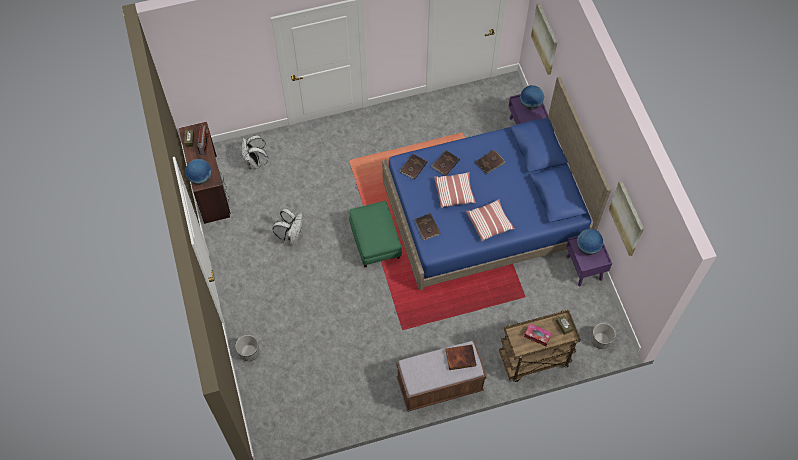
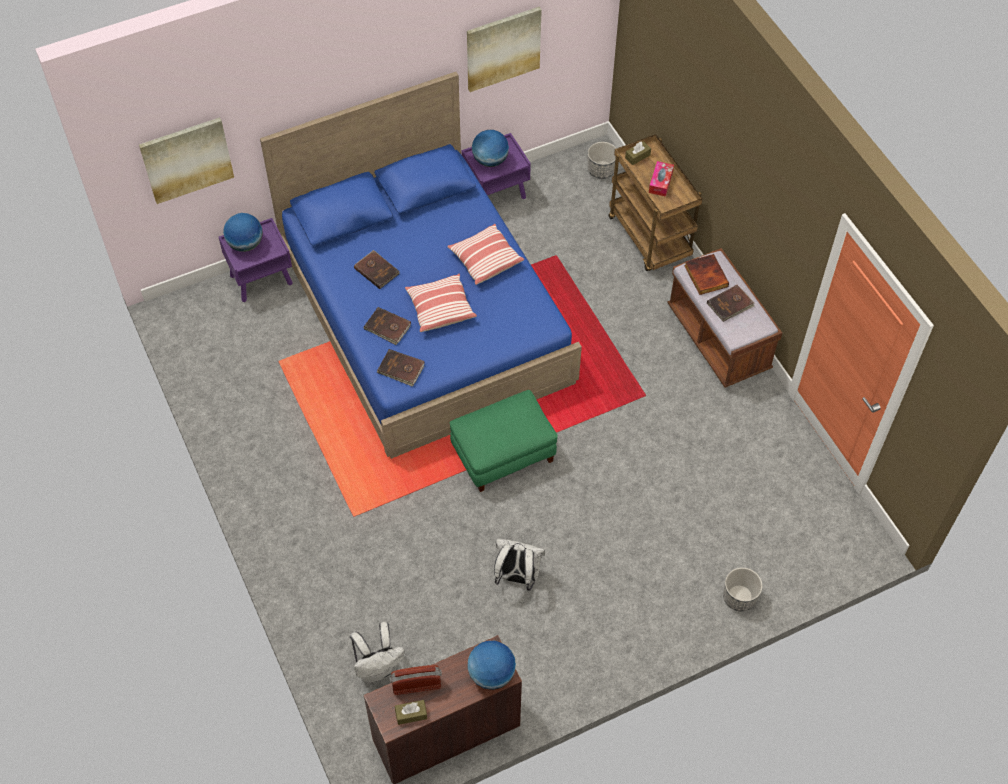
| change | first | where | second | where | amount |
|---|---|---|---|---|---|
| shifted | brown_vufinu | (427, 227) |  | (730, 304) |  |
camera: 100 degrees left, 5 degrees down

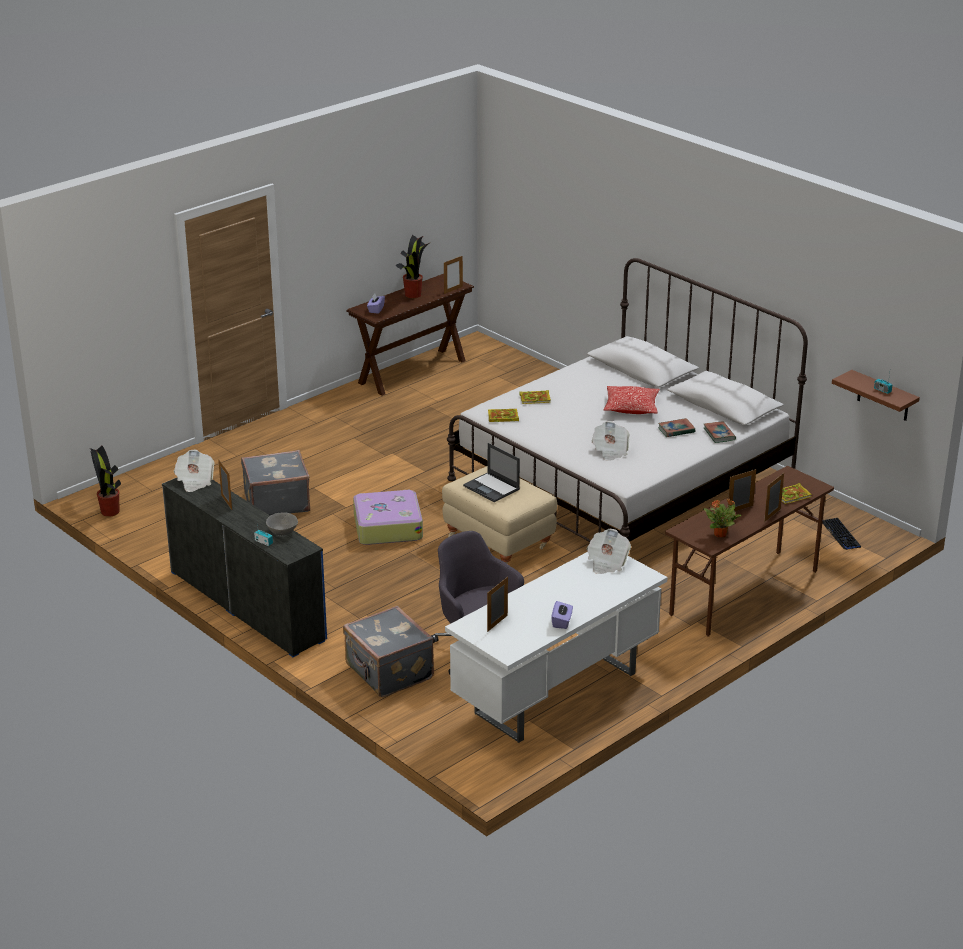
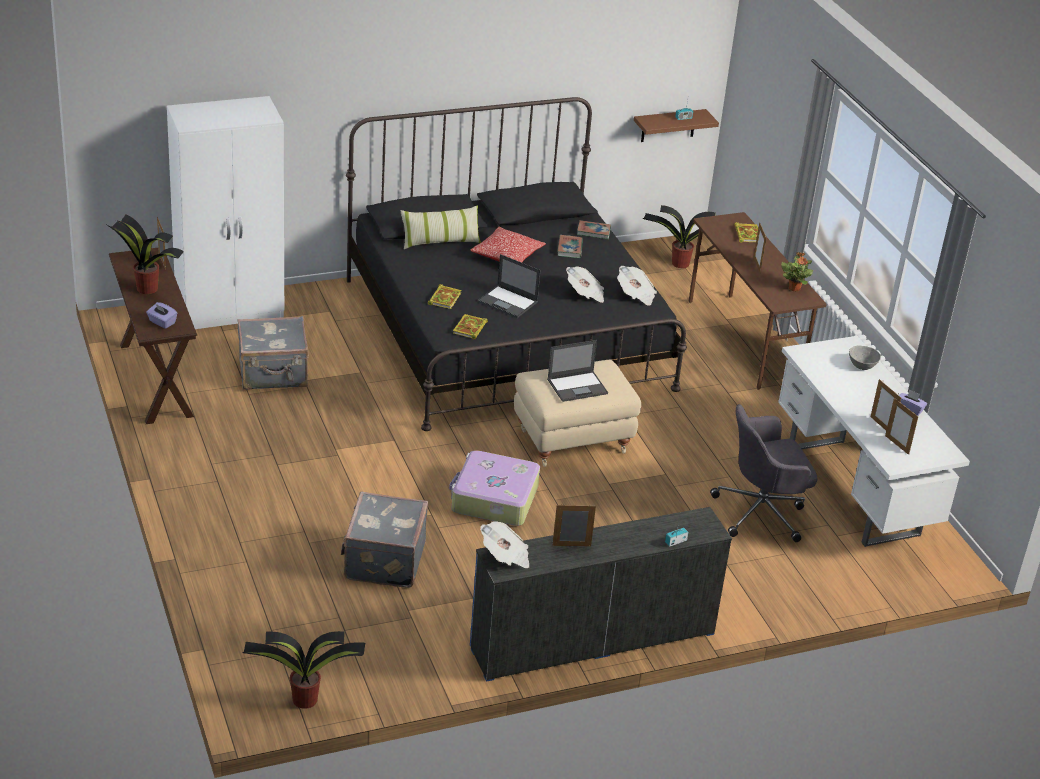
| change | first | where | second | where | amount |
|---|---|---|---|---|---|
| repainted | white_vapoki | (621, 480) | black_vapoki | (506, 333) |  |
| shifted | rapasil | (772, 515) |  | (881, 426) |  |
| shifted | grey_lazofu | (282, 532) |  | (862, 365) |  |
| swapped | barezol | (841, 534) | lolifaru | (679, 263) |  |
| shifted | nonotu | (607, 562) |  | (636, 295) |  |
| shifted | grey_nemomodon | (388, 672) |  | (273, 374) |  |
| new |  |  | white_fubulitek | (231, 311) |  |
| new |  |  | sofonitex | (440, 242) |  |
| new |  |  | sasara | (508, 302) |  |
camera: 70 degrees left, 5 degrees up

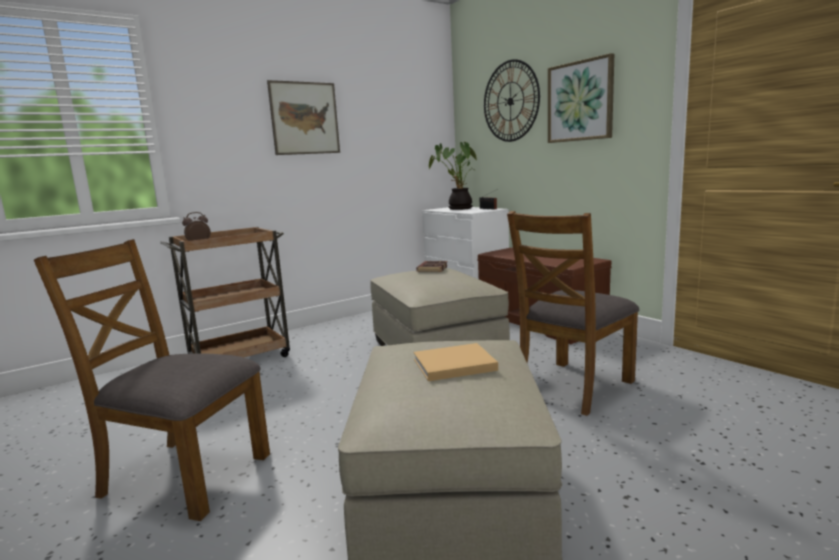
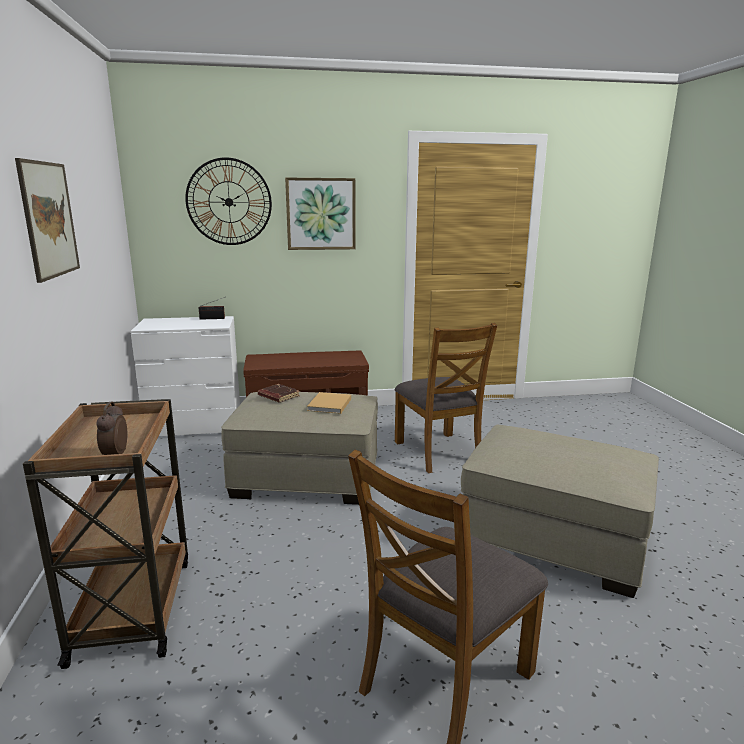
| change | first | where | second | where | amount |
|---|---|---|---|---|---|
| gone | lolifaru | (458, 208) |  |  |  |
| shifted | beige_vufinu | (452, 365) |  | (329, 405) |  |
camera: 65 degrees left, 5 degrees up

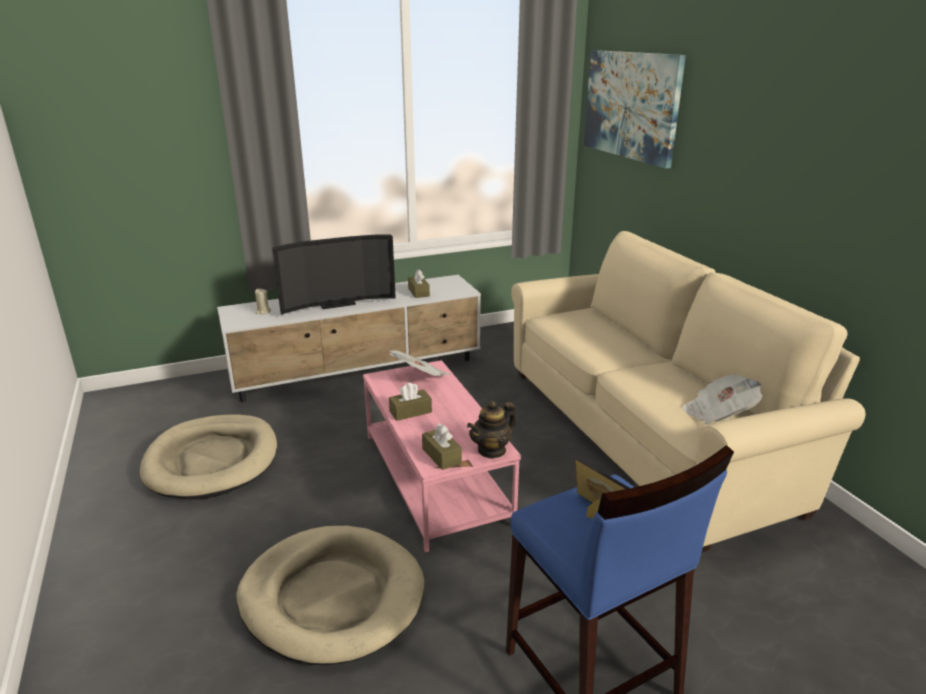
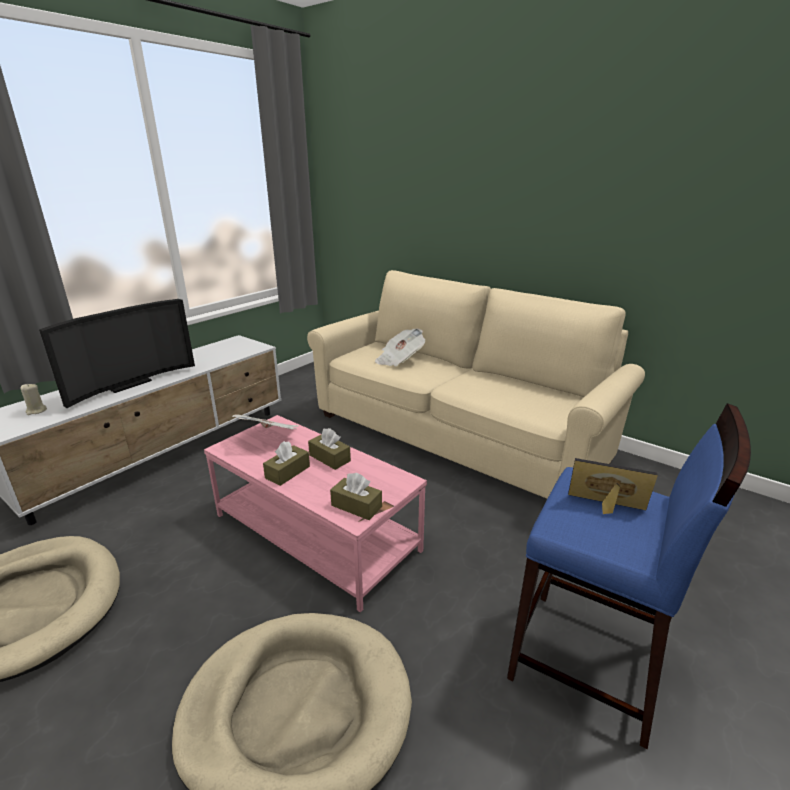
| change | first | where | second | where | amount |
|---|---|---|---|---|---|
| gone | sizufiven | (631, 105) |  |  |  |
| shifted | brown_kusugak | (418, 292) |  | (329, 458) |  |
| shifted | nonotu | (718, 413) |  | (399, 360) |  |
| gone | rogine | (492, 450) |  |  |  |
camera: 30 degrees left, 0 degrees up

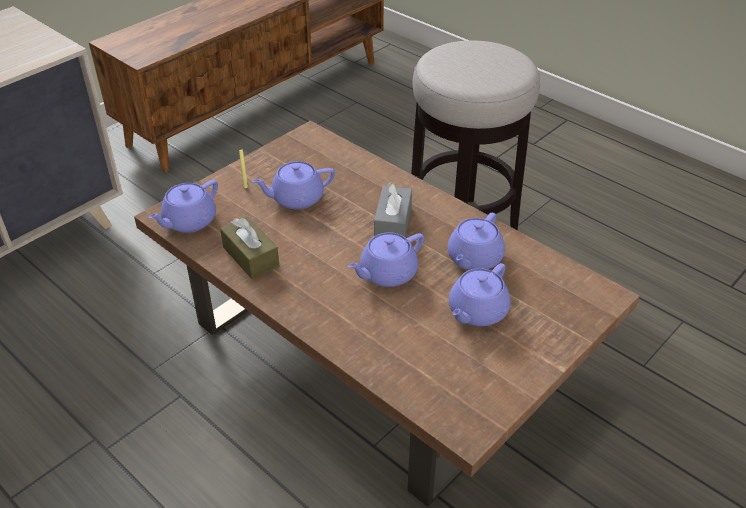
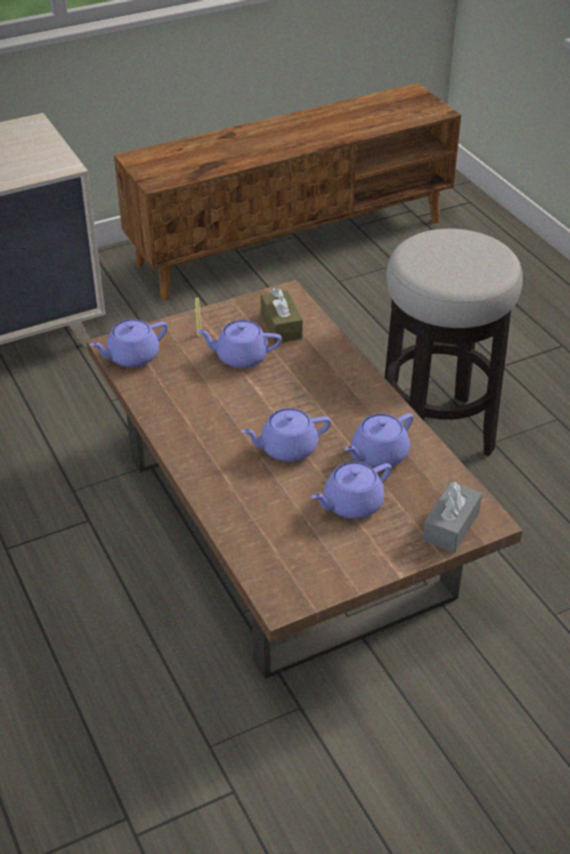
| change | first | where | second | where | amount |
|---|---|---|---|---|---|
| shifted | grey_kusugak | (393, 223) |  | (451, 526) |  |
| shifted | brown_kusugak | (251, 257) |  | (281, 326) |  |
camera: 20 degrees right, 0 degrees up

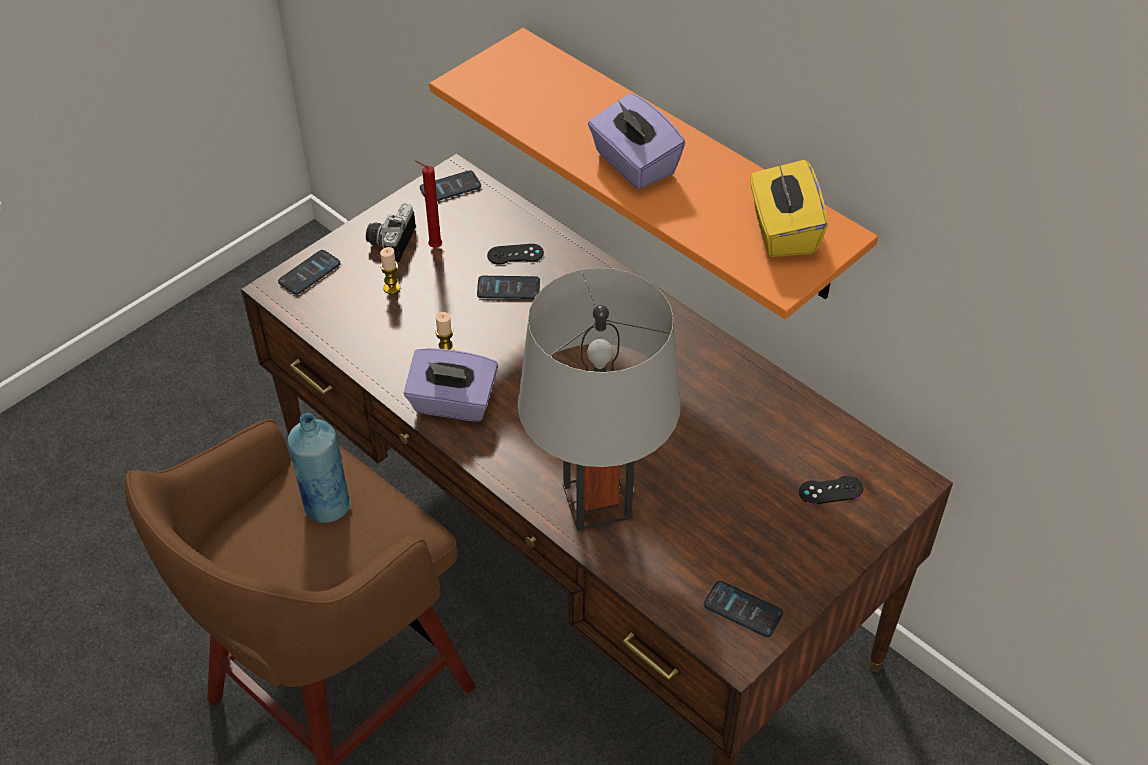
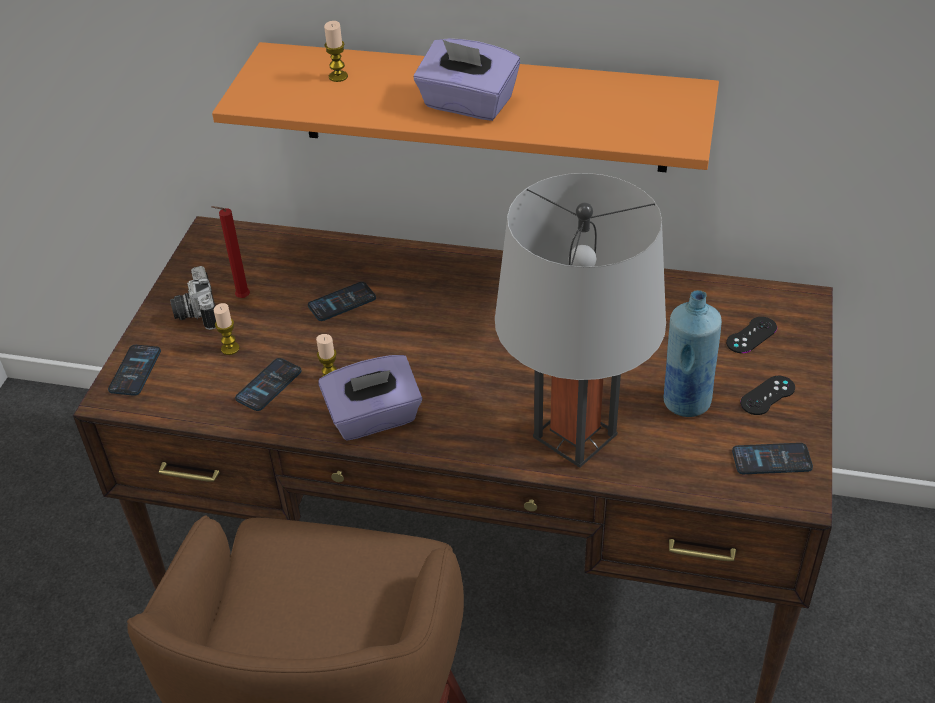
| change | first | where | second | where | amount |
|---|---|---|---|---|---|
| gone | yellow_kusugak | (782, 231) |  |  |  |
| shifted | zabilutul | (450, 188) |  | (269, 385) |  |
| shifted | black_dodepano | (515, 254) |  | (767, 395) |  |
| shifted | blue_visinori | (327, 506) |  | (685, 402) |  |
| new |  |  | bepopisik | (338, 76) |  |
camera: 30 degrees left, 5 degrees down

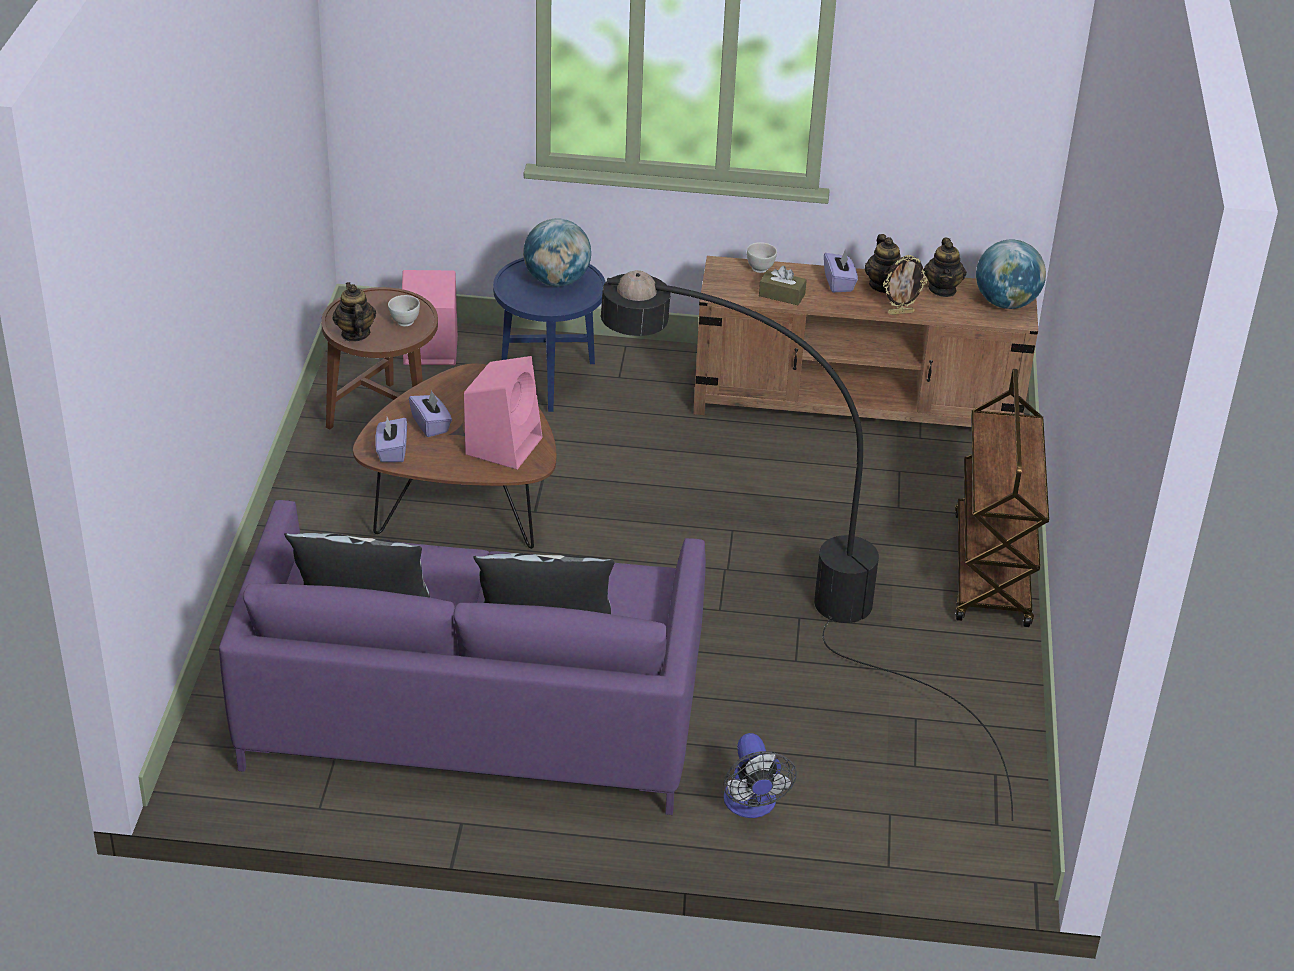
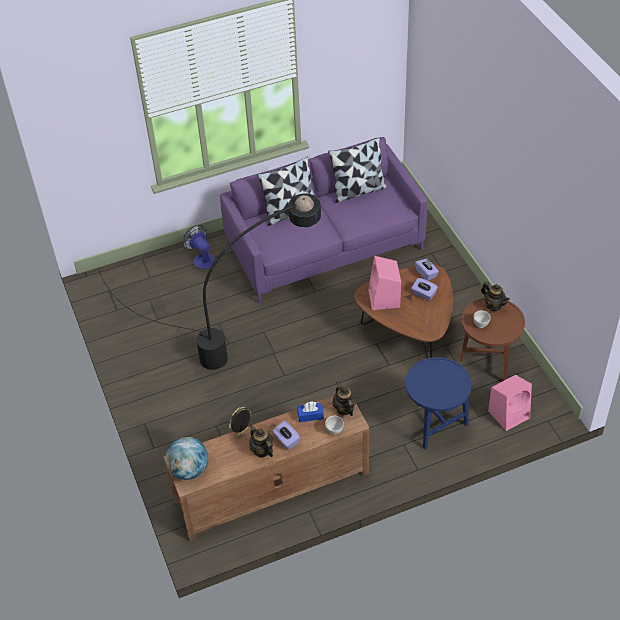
| change | first | where | second | where | amount |
|---|---|---|---|---|---|
| gone | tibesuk | (556, 281) |  |  |  |
| shifted | rogine | (942, 289) |  | (344, 409) |  |
| repainted | brown_kusugak | (782, 295) | blue_kusugak | (310, 415) |  |
| gone | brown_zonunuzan | (992, 571) |  |  |  |
camera: 155 degrees right, 10 degrees up

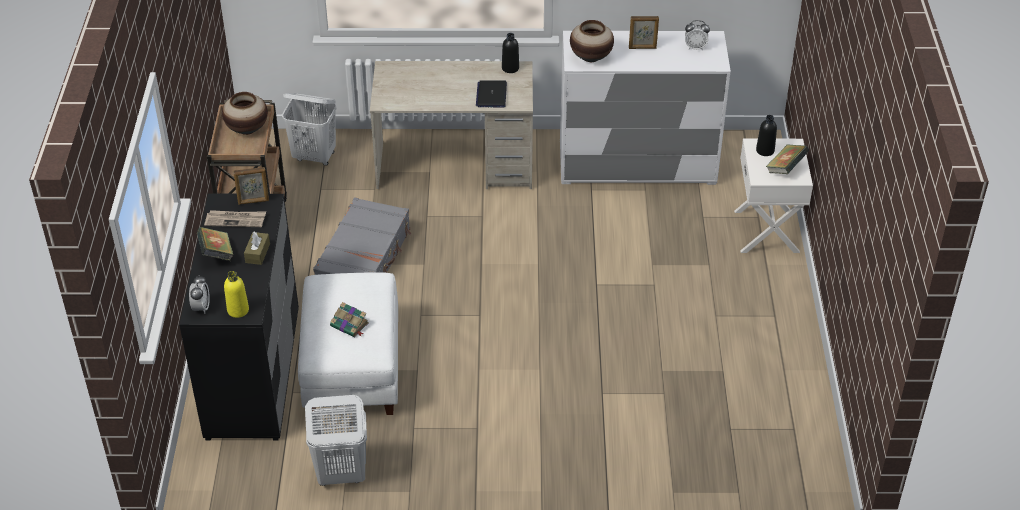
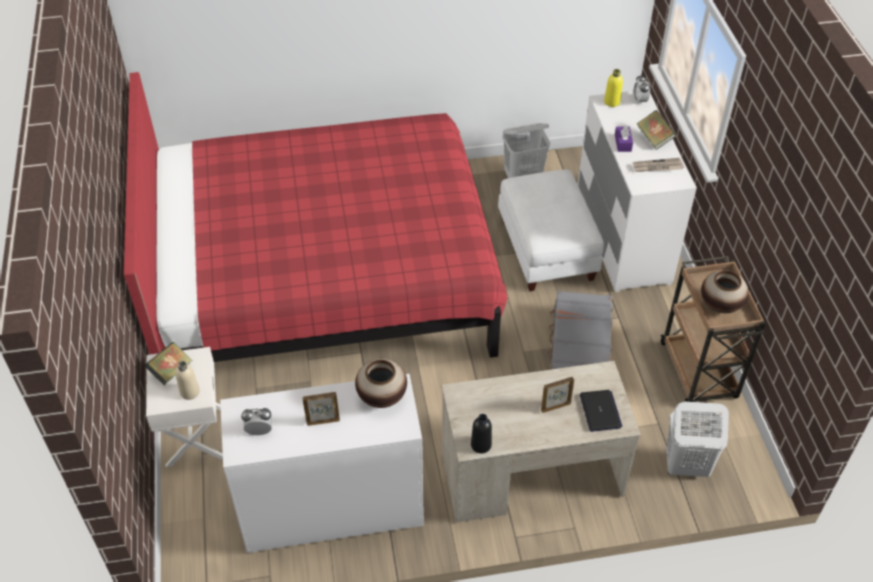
| change | first | where | second | where | amount |
|---|---|---|---|---|---|
| shifted | sasara | (491, 95) |  | (600, 411) |  |
| repainted | black_visinori | (765, 150) | beige_visinori | (190, 392) |  |
| shifted | rapasil | (253, 202) |  | (555, 406) |  |
| repainted | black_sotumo | (253, 372) | white_sotumo | (622, 237) |  |
| repainted | brown_kusugak | (257, 253) | purple_kusugak | (623, 143) |  |
| gone | vufinu | (350, 325) |  |  |  |
| new |  |  | red_vapoki | (322, 276) |  |
camera: 170 degrees right, 5 degrees up

